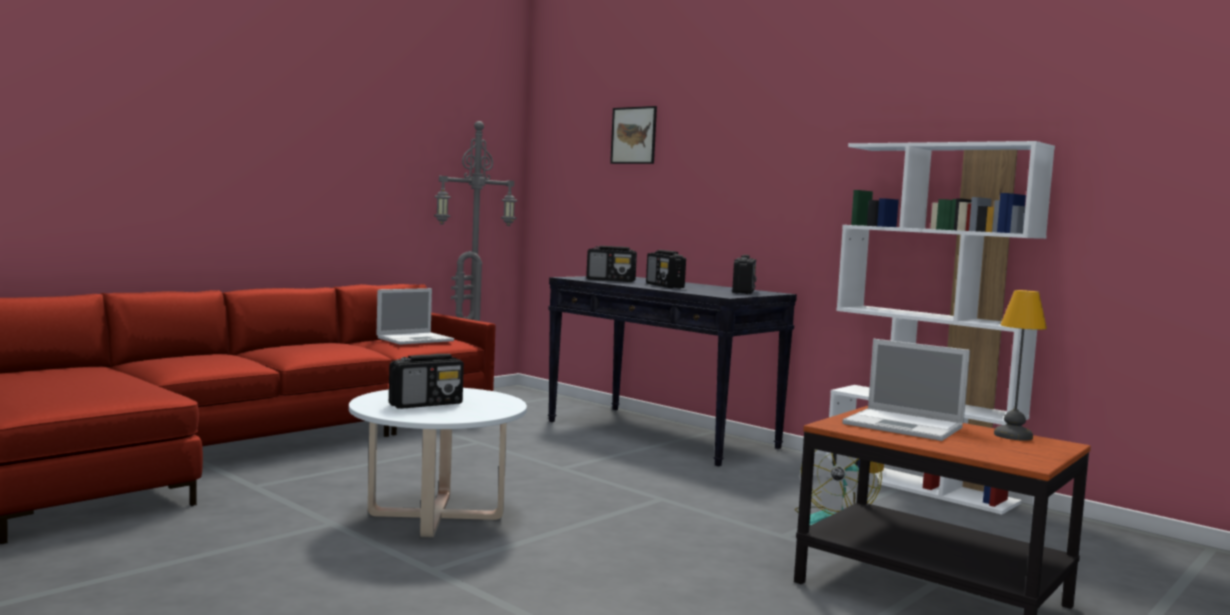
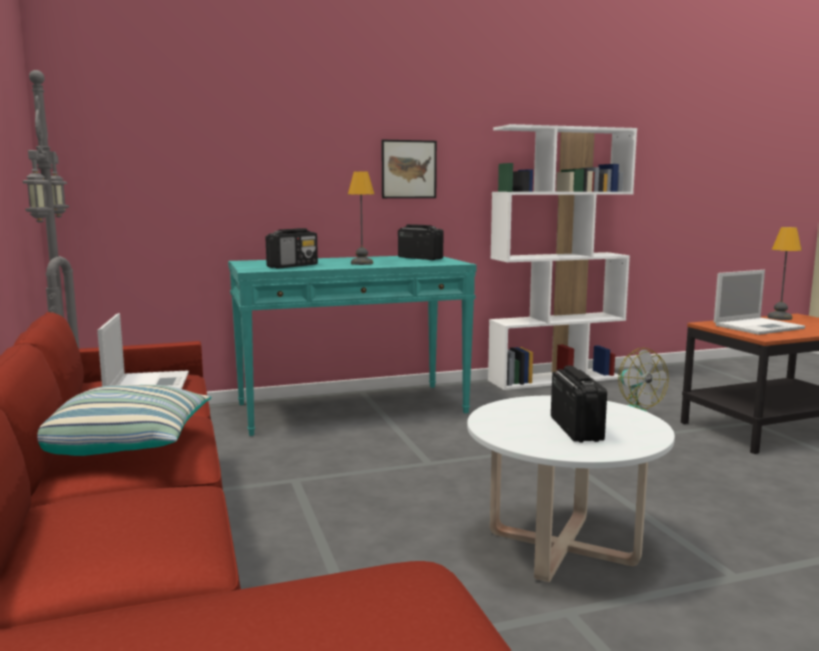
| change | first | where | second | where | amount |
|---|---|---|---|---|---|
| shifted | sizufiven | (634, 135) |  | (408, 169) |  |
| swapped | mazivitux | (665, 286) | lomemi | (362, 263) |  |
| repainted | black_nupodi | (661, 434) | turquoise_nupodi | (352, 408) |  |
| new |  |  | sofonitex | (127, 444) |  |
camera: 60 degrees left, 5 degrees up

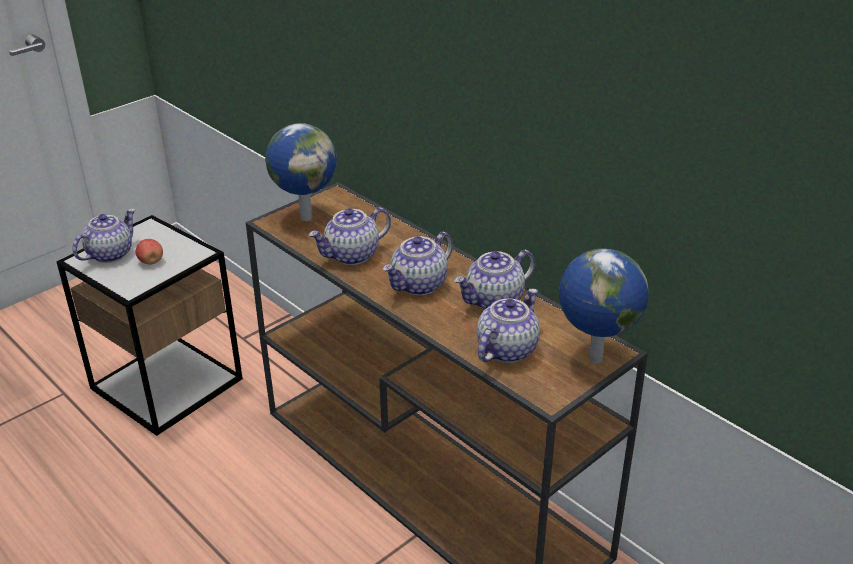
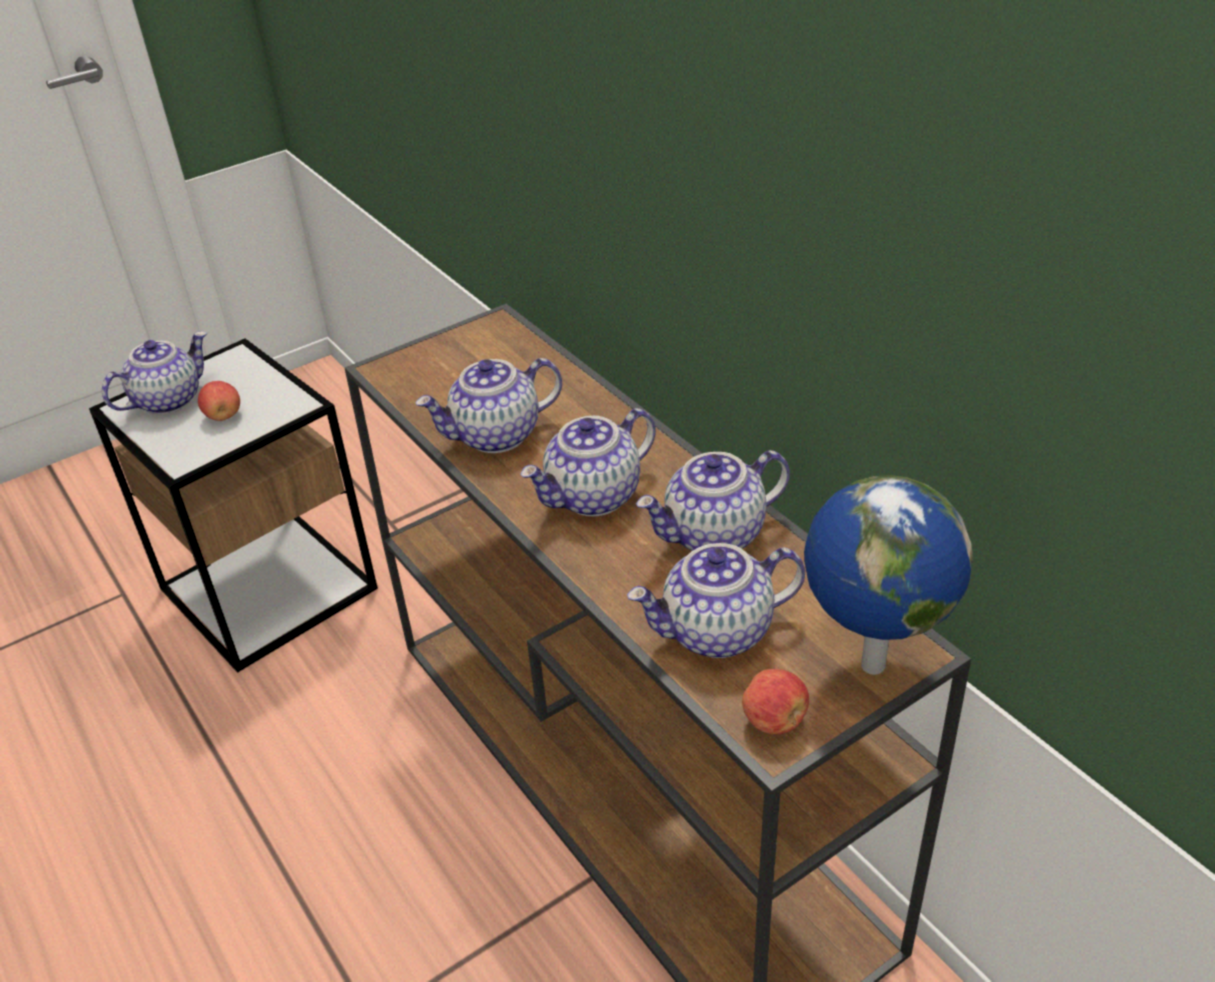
| change | first | where | second | where | amount |
|---|---|---|---|---|---|
| gone | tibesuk | (306, 217) |  |  |  |
| rotated | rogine | (506, 349) |  | (717, 632) | 150 degrees counterclockwise |
| new |  |  | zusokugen | (774, 721) |  |
camera: 10 degrees right, 5 degrees up

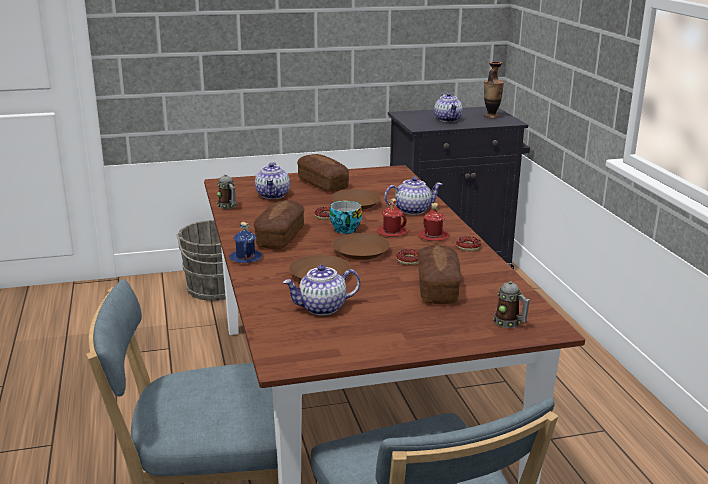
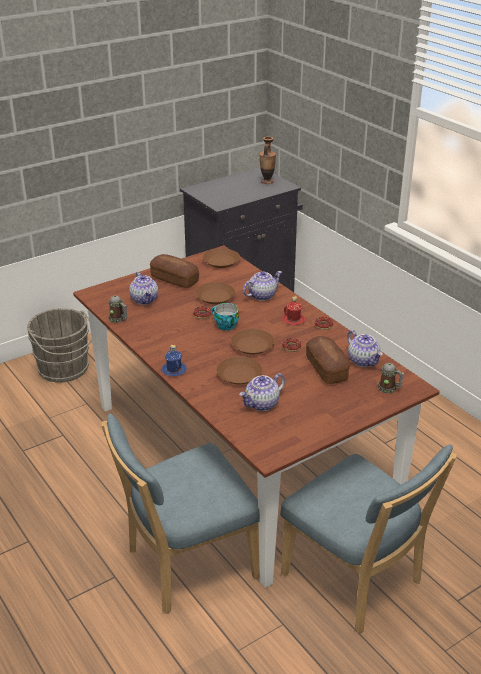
| change | first | where | second | where | amount |
|---|---|---|---|---|---|
| shifted | rogine | (448, 119) |  | (363, 361) |  |
| gone | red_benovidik | (391, 232) |  |  |  |
| gone | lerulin | (280, 237) |  |  |  |
| new |  |  | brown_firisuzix | (221, 261) |  |
camera: 20 degrees left, 10 degrees up

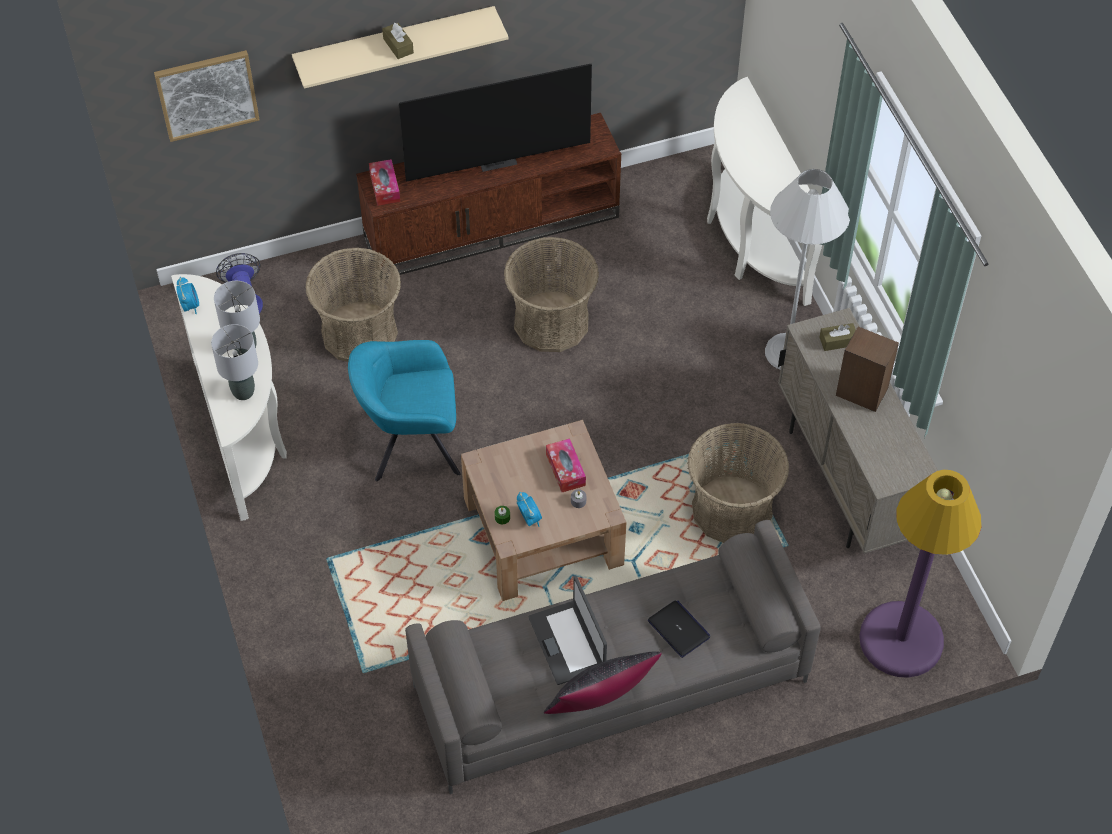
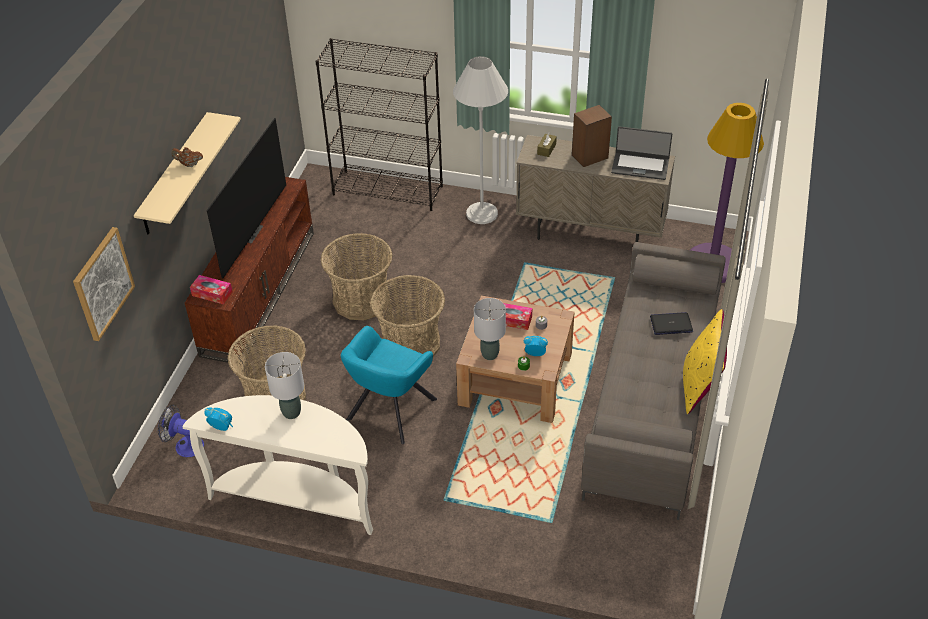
| change | first | where | second | where | amount |
|---|---|---|---|---|---|
| swapped | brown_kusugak | (398, 46) | brown_rogine | (189, 164) |  |
| swapped | white_nupodi | (749, 241) | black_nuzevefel | (388, 190) |  |
| shifted | grey_lomemi | (243, 392) |  | (490, 355) |  |
| shifted | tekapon | (732, 510) |  | (410, 343) |  |
| shifted | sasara | (568, 642) |  | (640, 166) |  |
| repainted | black_sofonitex | (600, 705) | yellow_sofonitex | (700, 385) |  |
camera: 55 degrees left, 10 degrees down

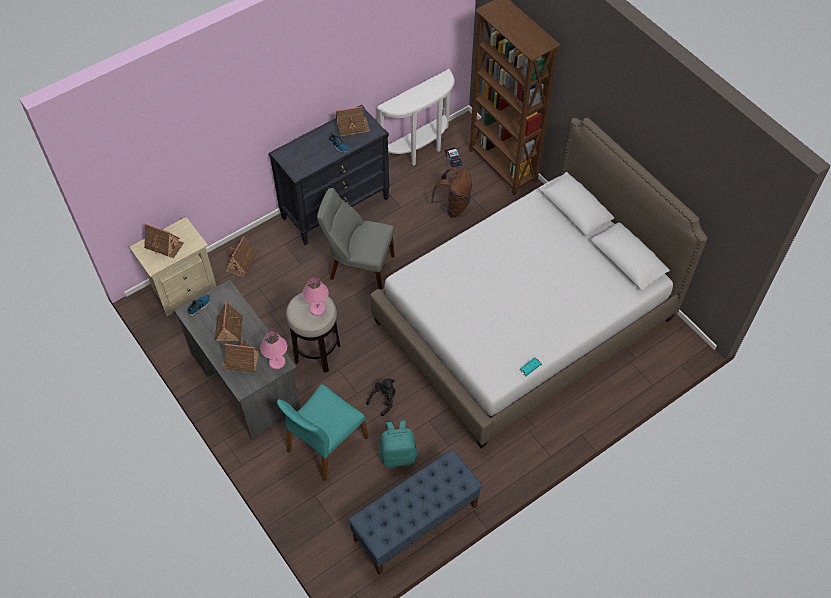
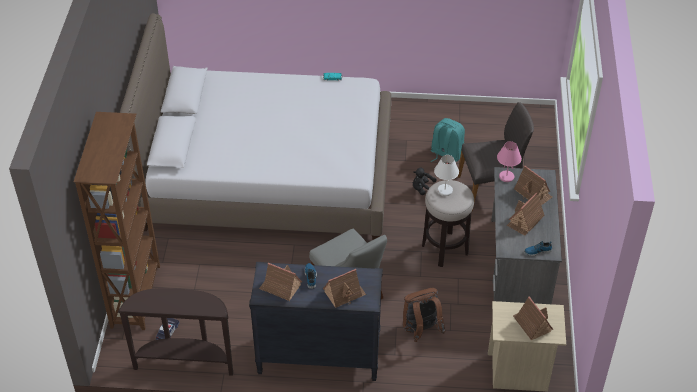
| change | first | where | second | where | amount |
|---|---|---|---|---|---|
| repainted | white_nupodi | (420, 150) | brown_nupodi | (185, 361) |  |
| shifted | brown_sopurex | (453, 207) |  | (421, 331) |  |
| shifted | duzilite | (241, 262) |  | (344, 293) |  |
| repainted | pink_lomemi | (318, 309) | white_lomemi | (444, 190) |  |
| repainted | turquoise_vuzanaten | (325, 444) | grey_vuzanaten | (491, 189) |  |
| gone | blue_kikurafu | (415, 523) |  |  |  |
camera: 140 degrees left, 10 degrees down

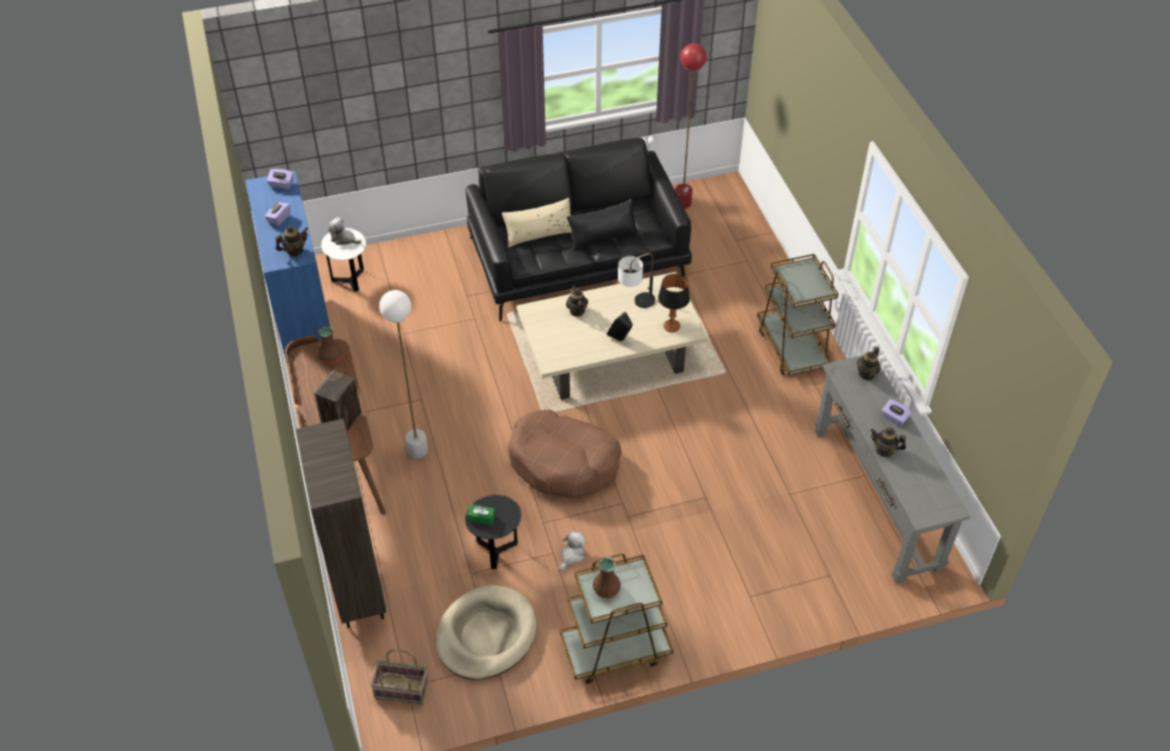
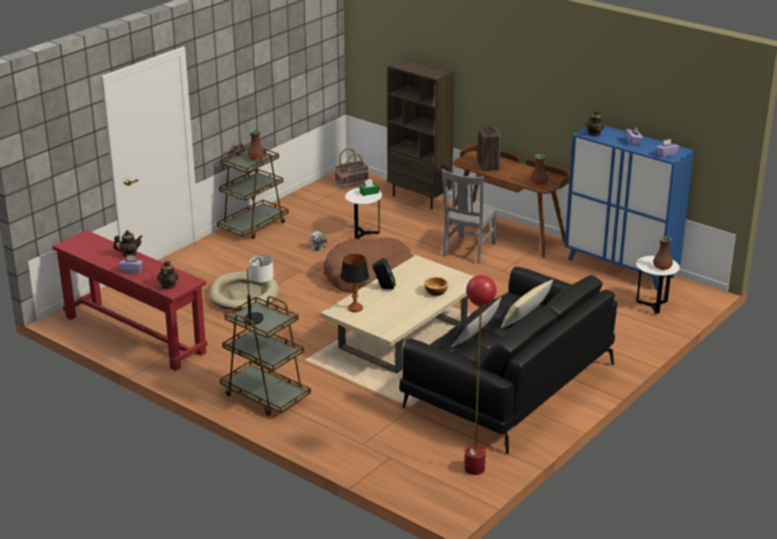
| change | first | where | second | where | amount |
|---|---|---|---|---|---|
| swapped | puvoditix | (344, 239) | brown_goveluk | (661, 267) |  |
| shifted | lomemi | (635, 304) |  | (259, 314) |  |
| swapped | rogine | (577, 311) | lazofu | (436, 291) |  |
| swapped | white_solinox | (417, 450) | grey_vuzanaten | (468, 251) |  |
| repainted | grey_nupodi | (876, 498) | red_nupodi | (134, 334) |  |
| repainted | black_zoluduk | (496, 551) | white_zoluduk | (363, 233) |  |
| shifted | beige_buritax | (486, 635) |  | (244, 294) |  |
camera: 145 degrees right, 20 degrees down

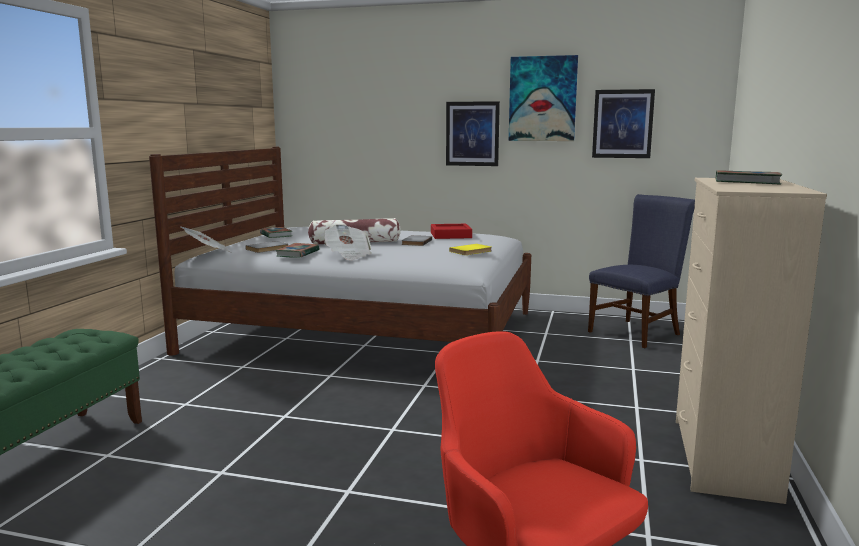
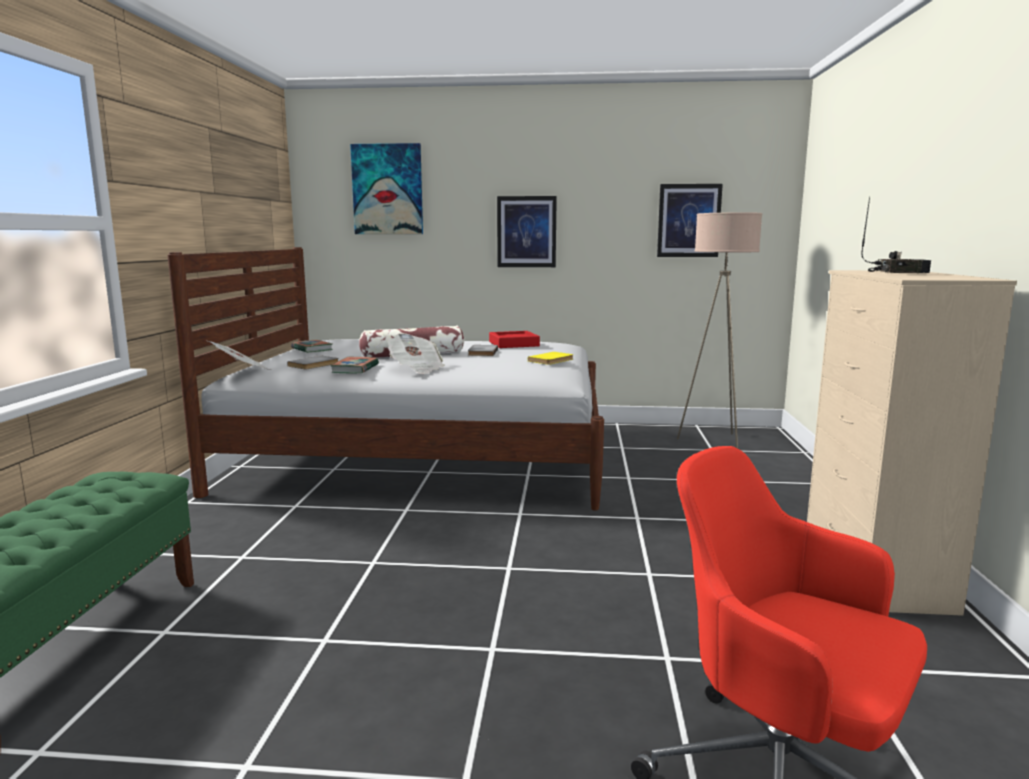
| change | first | where | second | where | amount |
|---|---|---|---|---|---|
| shifted | sizufiven | (542, 99) |  | (387, 189) |  |
| swapped | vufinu | (746, 182) | mazivitux | (898, 272) |  |
| swapped | blue_vuzanaten | (637, 332) | beige_solinox | (714, 441) |  |
camera: 10 degrees left, 0 degrees up

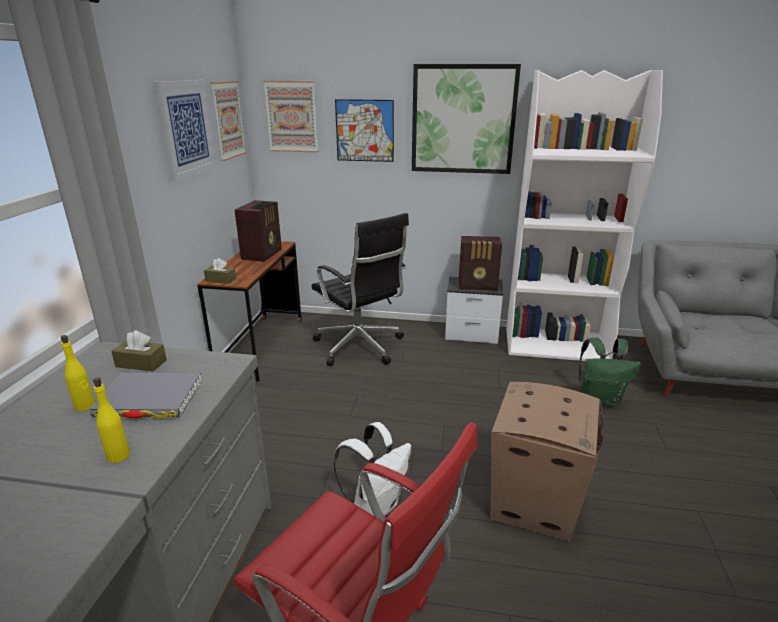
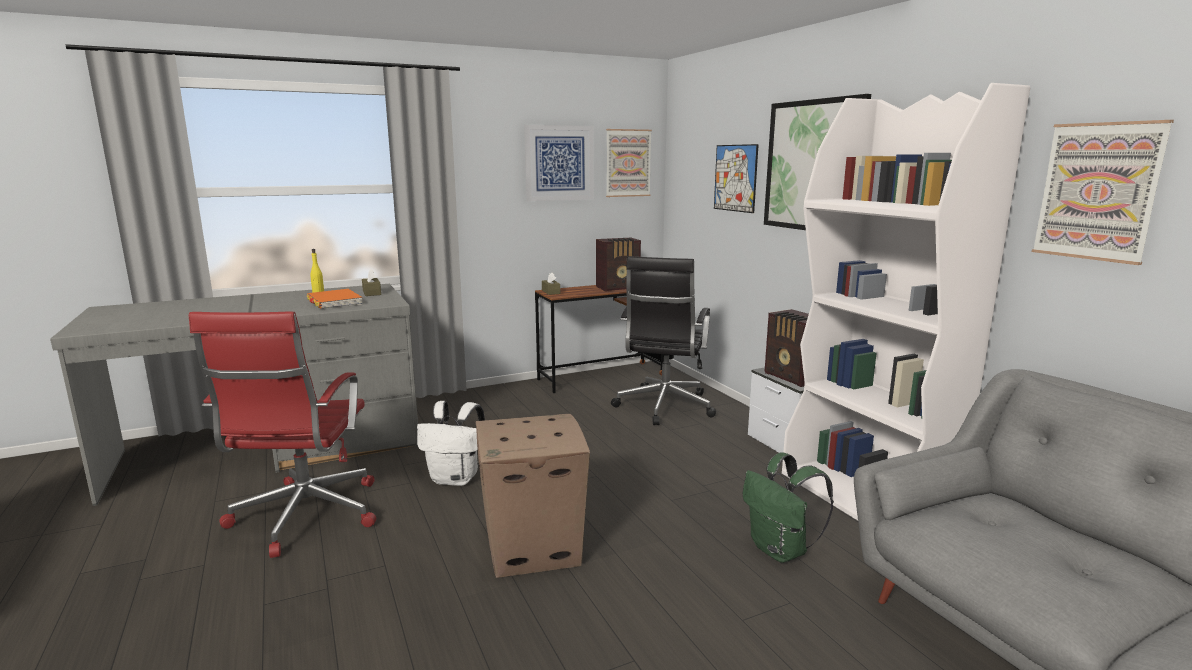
| change | first | where | second | where | amount |
|---|---|---|---|---|---|
| shifted | sizufiven | (292, 117) |  | (1098, 191) |  |
| repainted | grey_vufinu | (150, 399) | orange_vufinu | (334, 302) |  |
| gone | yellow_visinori | (118, 455) |  |  |  |
camera: 55 degrees right, 10 degrees down

